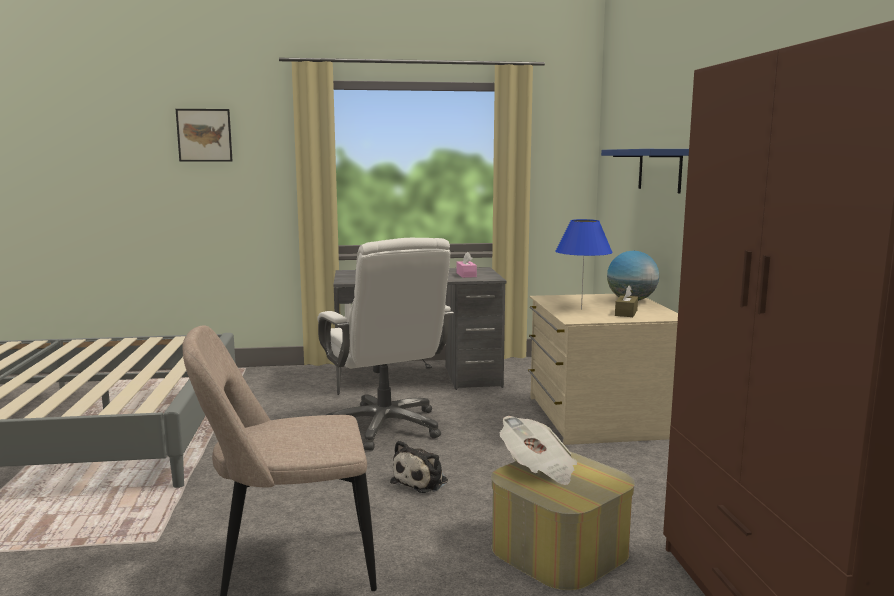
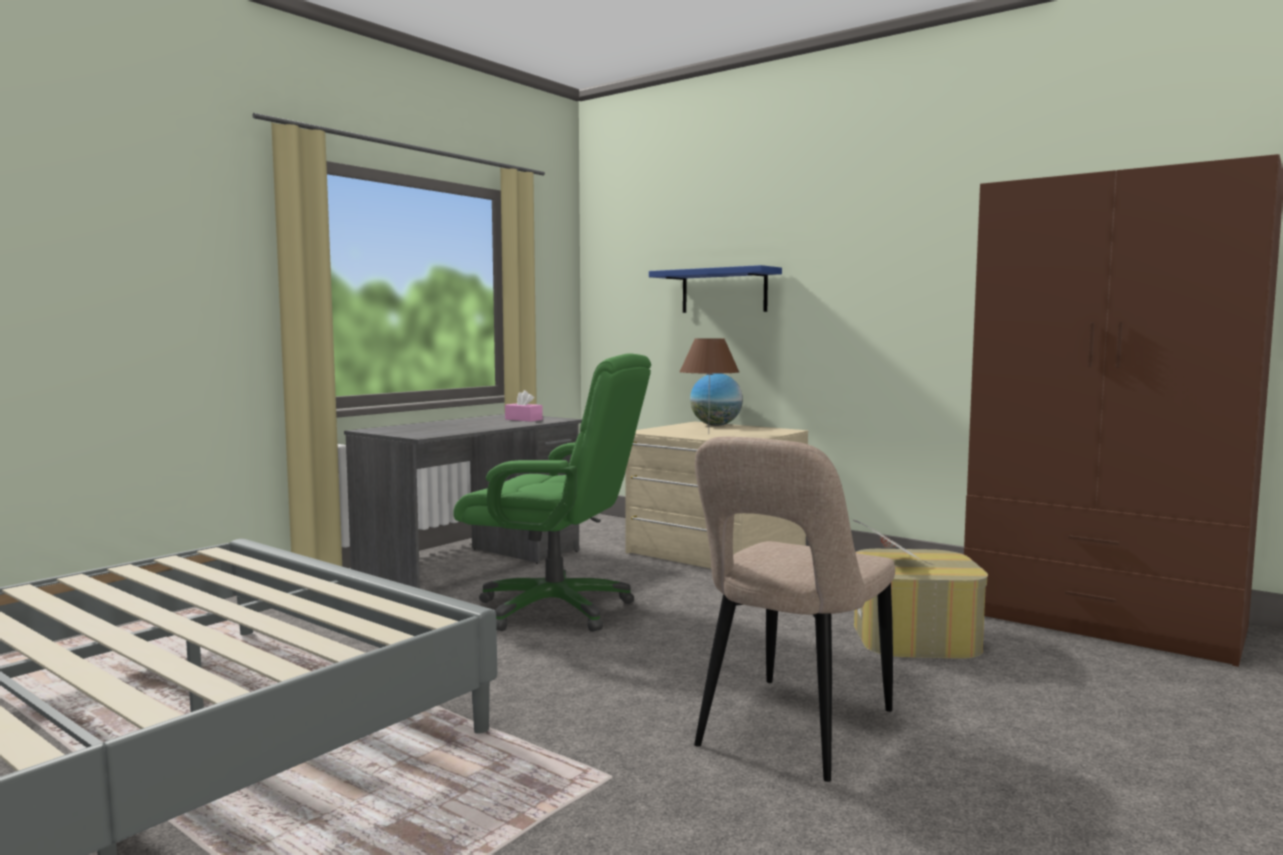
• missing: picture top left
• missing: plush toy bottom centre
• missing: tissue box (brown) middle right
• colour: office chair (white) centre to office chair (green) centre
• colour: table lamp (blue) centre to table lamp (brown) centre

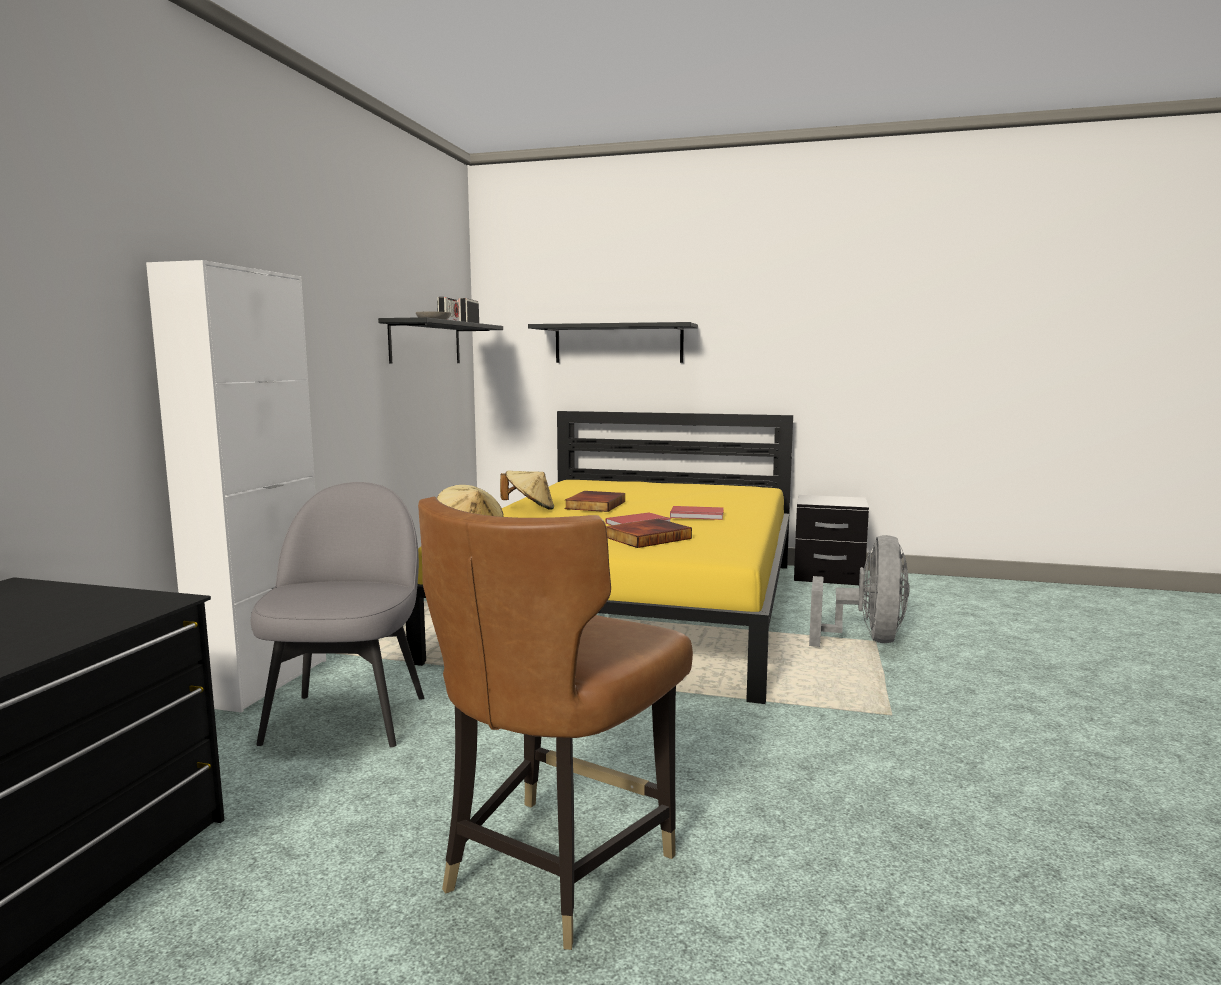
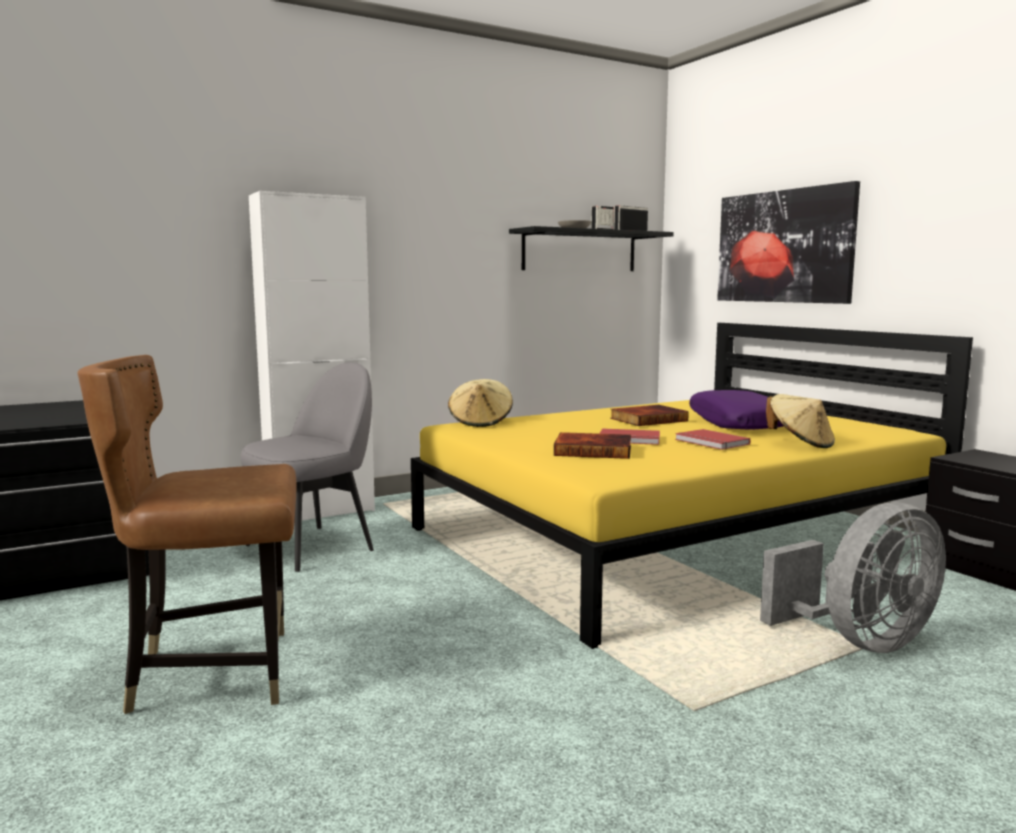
• appeared: pillow (purple) middle right
• relocated: hat (beige) (no. 2 from left) centre to middle right
• exchanged: shelf (black) (no. 2 from left) centre to picture top right

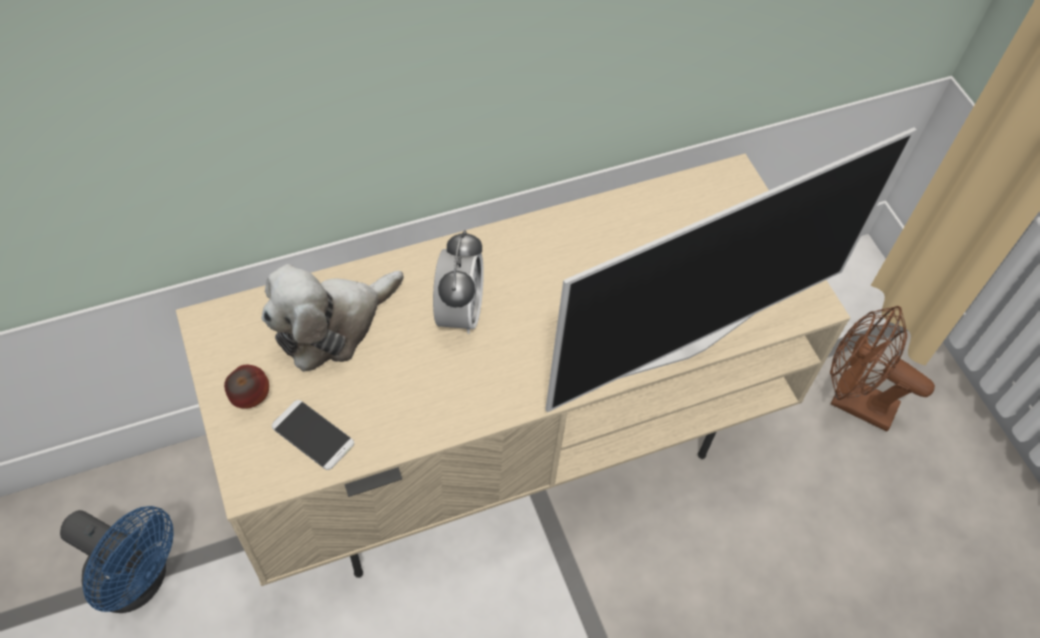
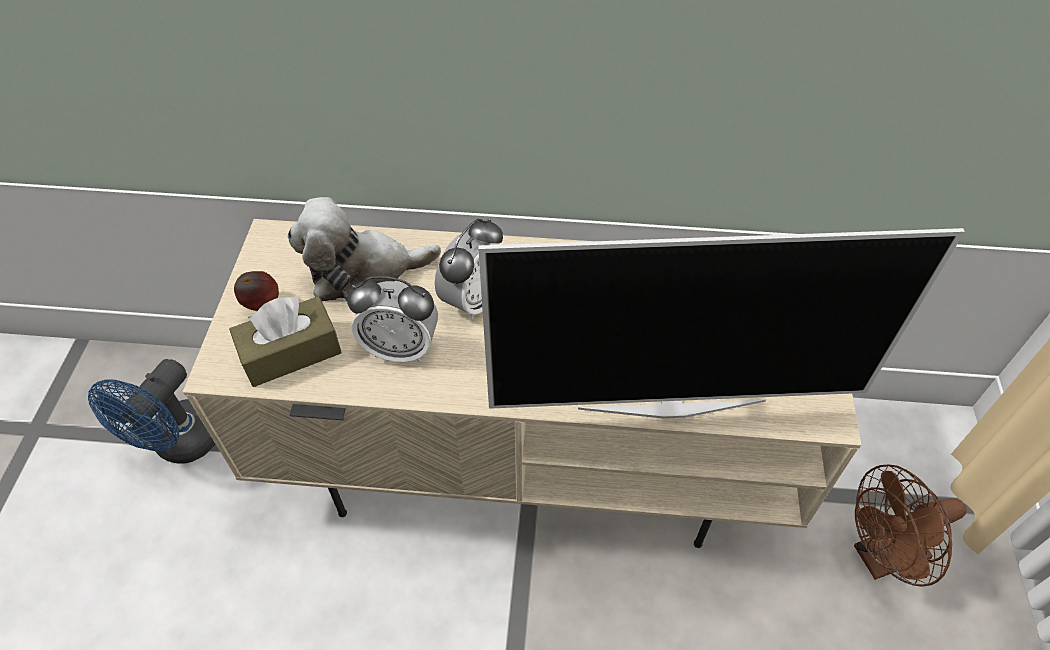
• appeared: alarm clock (no. 1 from left) centre
• exchanged: phone bottom left to tissue box (brown) middle left
• spun: fan (blue) bottom left = middle left 60 degrees clockwise
• spun: fan (brown) middle right = bottom right 75 degrees counterclockwise

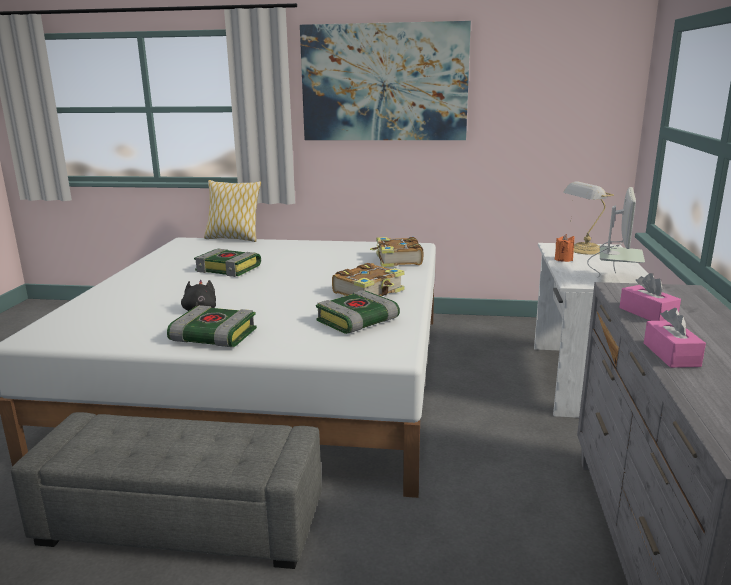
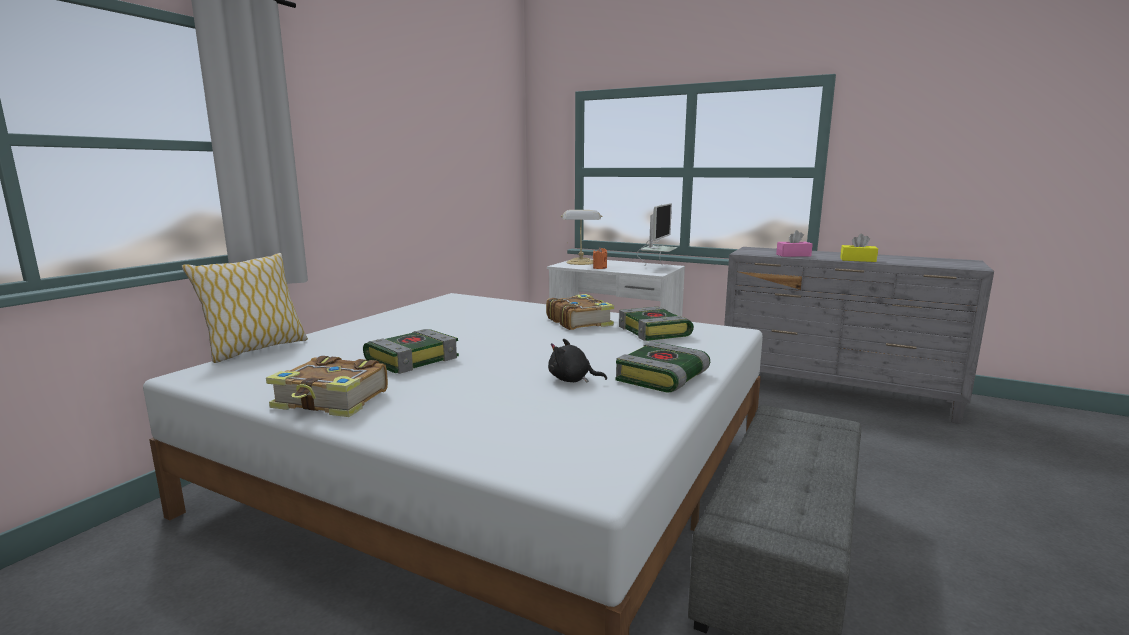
• missing: picture top centre
• relocated: book (no. 5 from left in the first image) centre to book (no. 1 from left) middle left
• colour: tissue box (pink) (no. 2 from left) middle right to tissue box (yellow) middle right
• spun: monitor middle right = centre 75 degrees clockwise

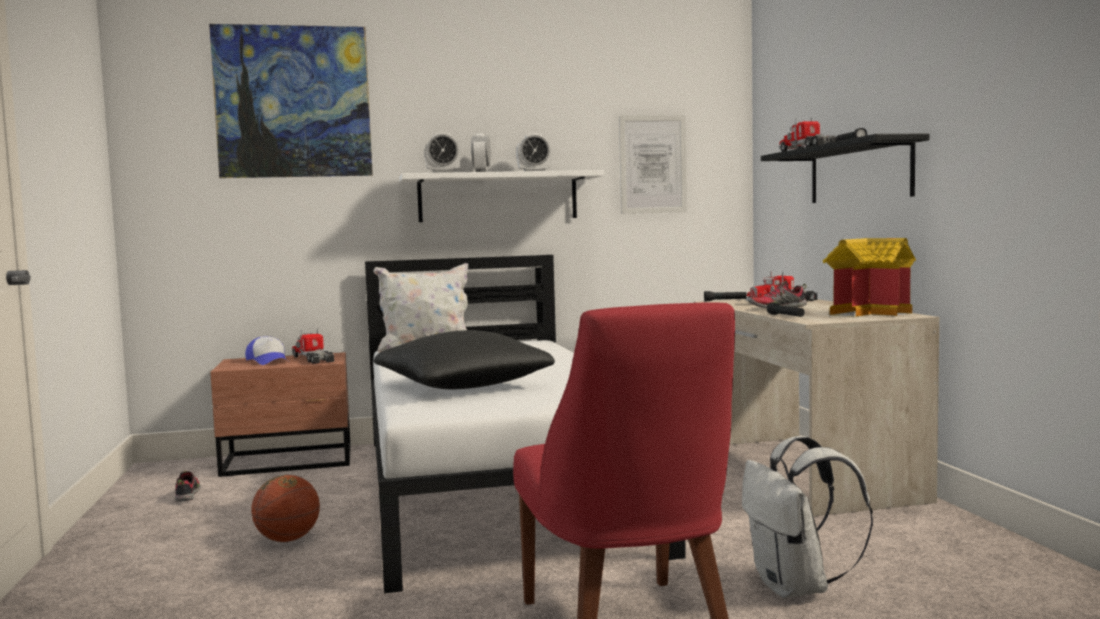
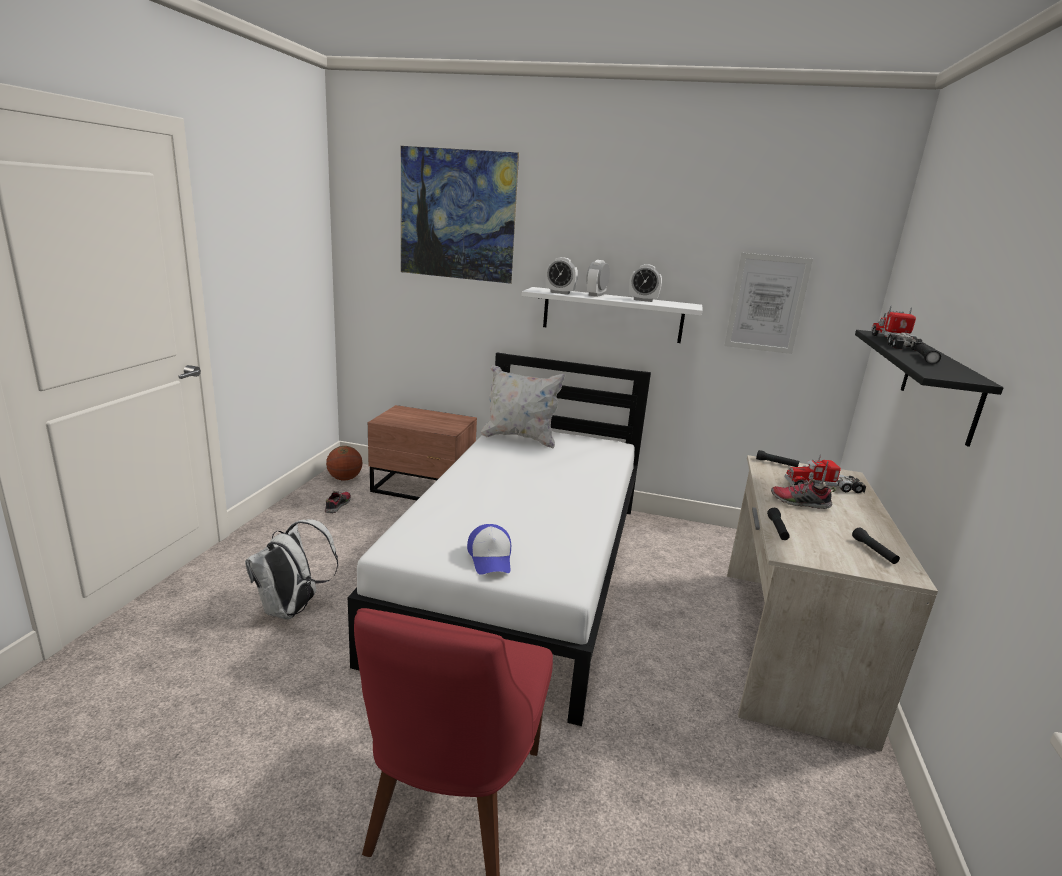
• missing: toy truck (no. 1 from left) middle left
• missing: pillow (black) centre
• relocated: cap middle left to centre
• relocated: basketball bottom left to middle left
• relocated: backpack (white) bottom right to middle left
• exchanged: toy house middle right to flashlight (black) (no. 3 from left) middle right

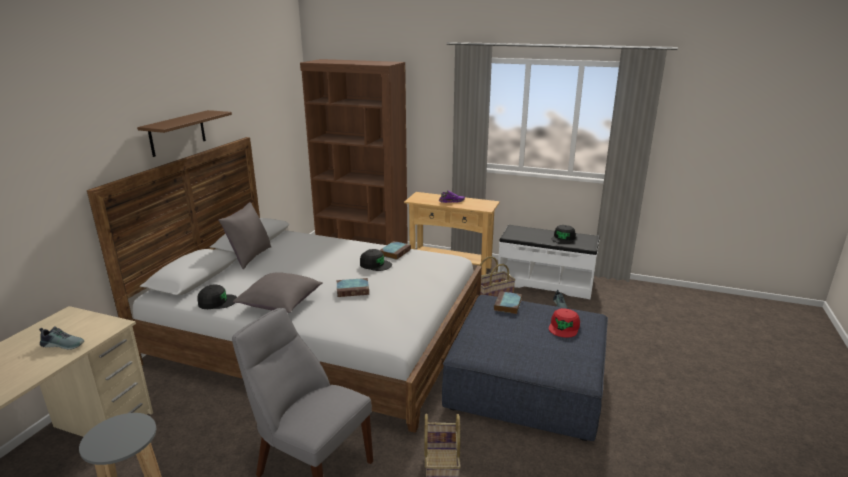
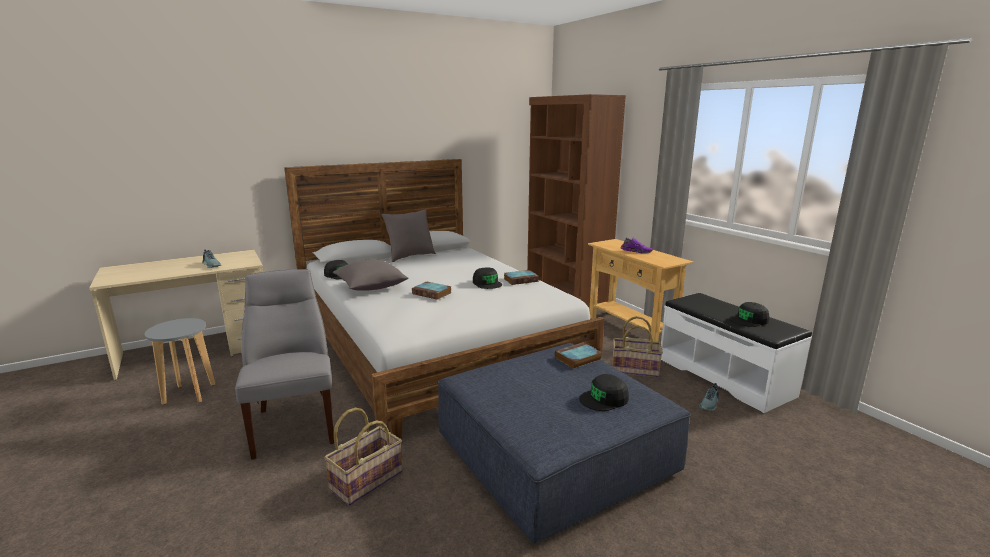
• missing: shelf (brown) top left
• colour: cap (red) bottom centre to cap (black) (no. 3 from left) bottom centre

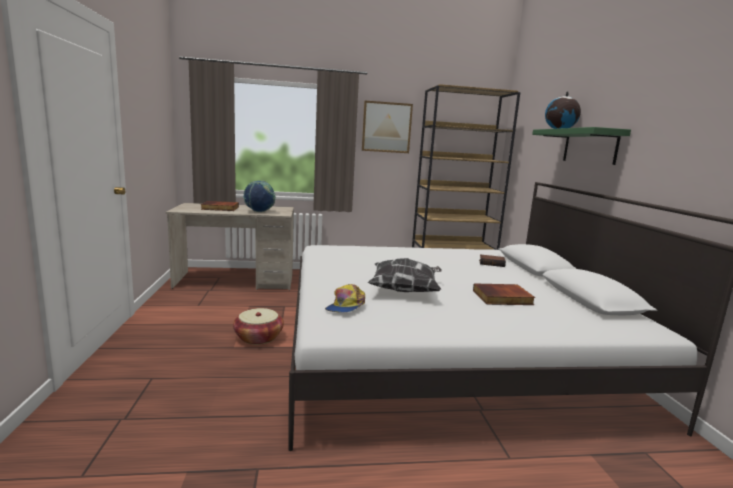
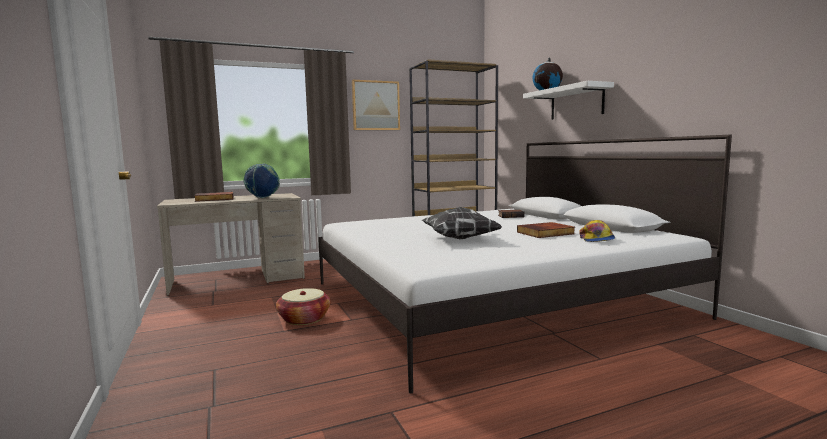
• relocated: cap centre to middle right
• colour: shelf (green) top right to shelf (white) top right

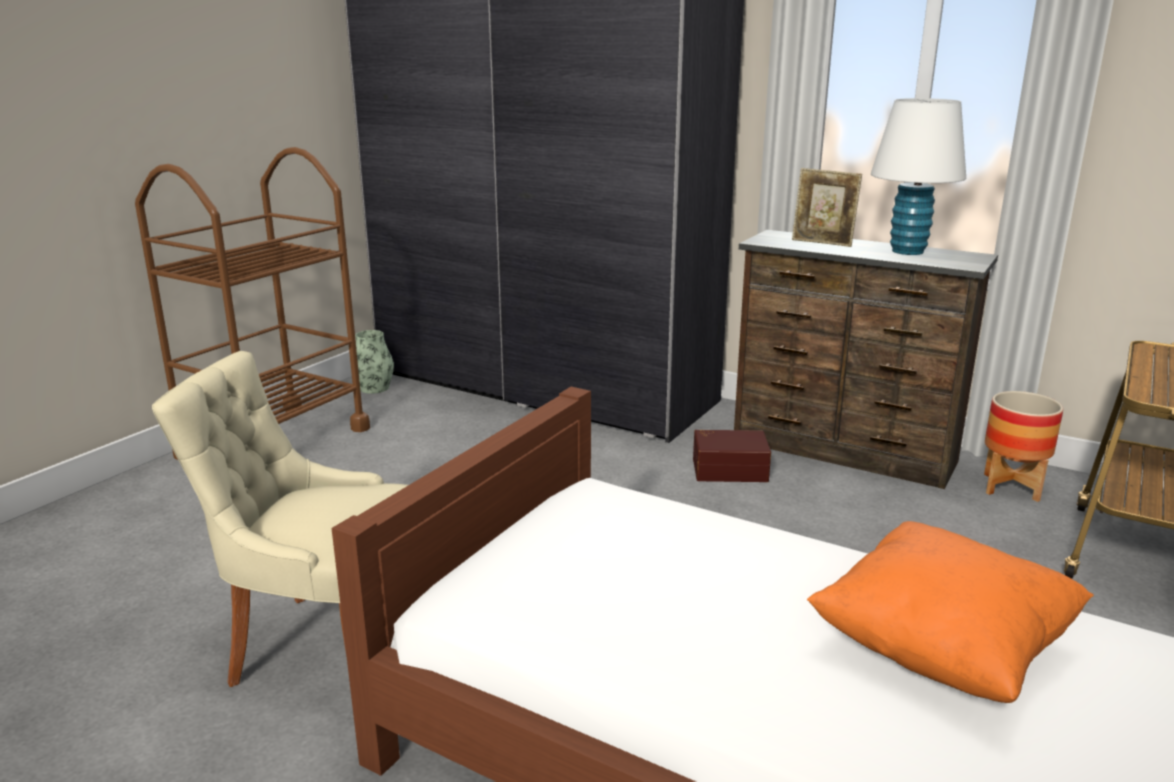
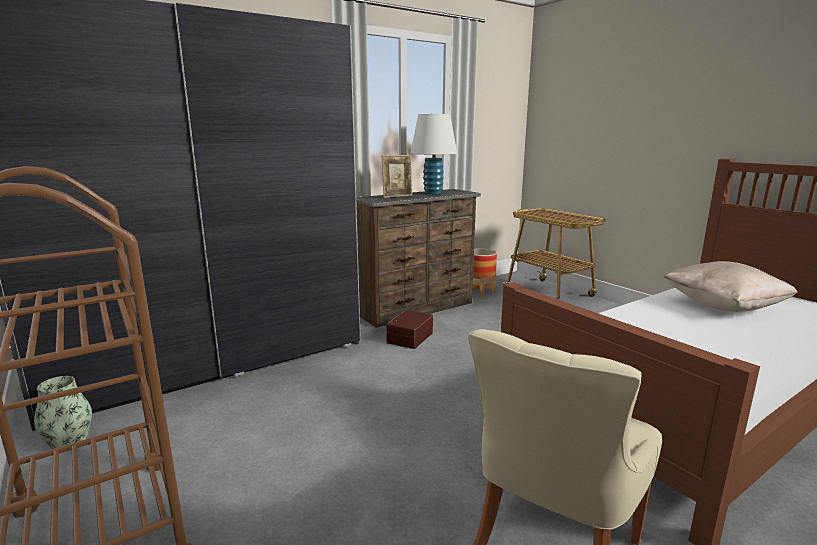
• colour: pillow (orange) bottom right to pillow (beige) middle right

